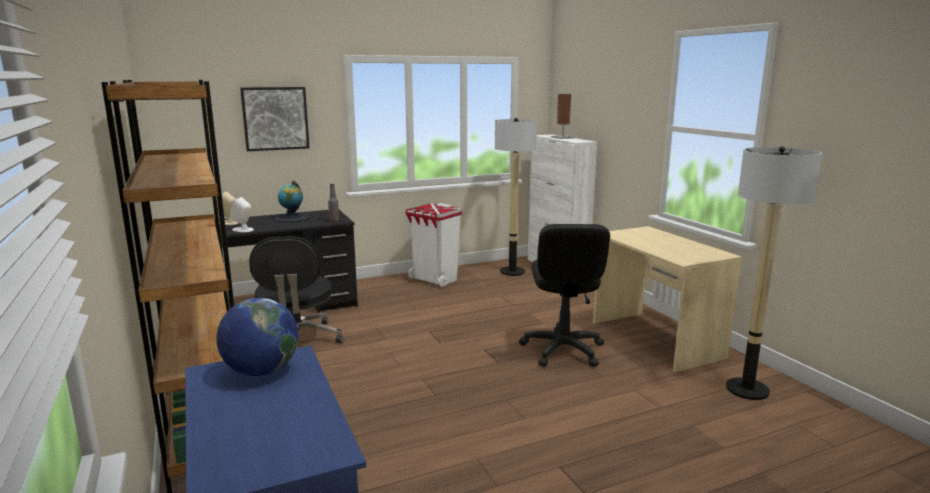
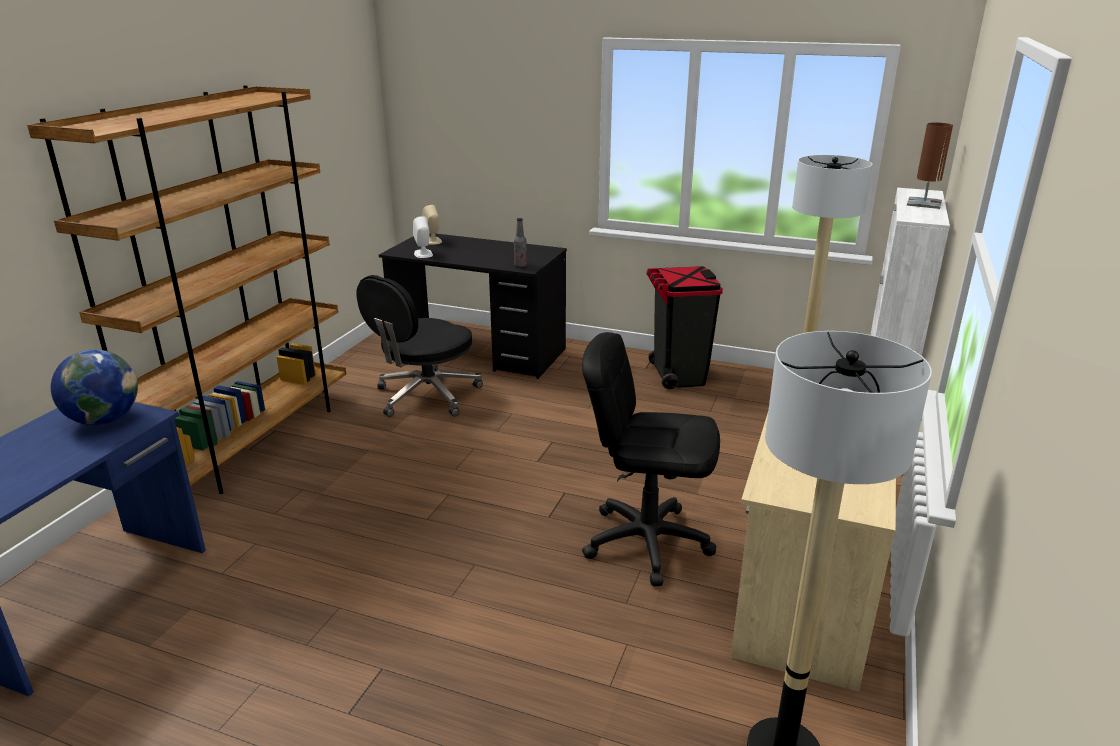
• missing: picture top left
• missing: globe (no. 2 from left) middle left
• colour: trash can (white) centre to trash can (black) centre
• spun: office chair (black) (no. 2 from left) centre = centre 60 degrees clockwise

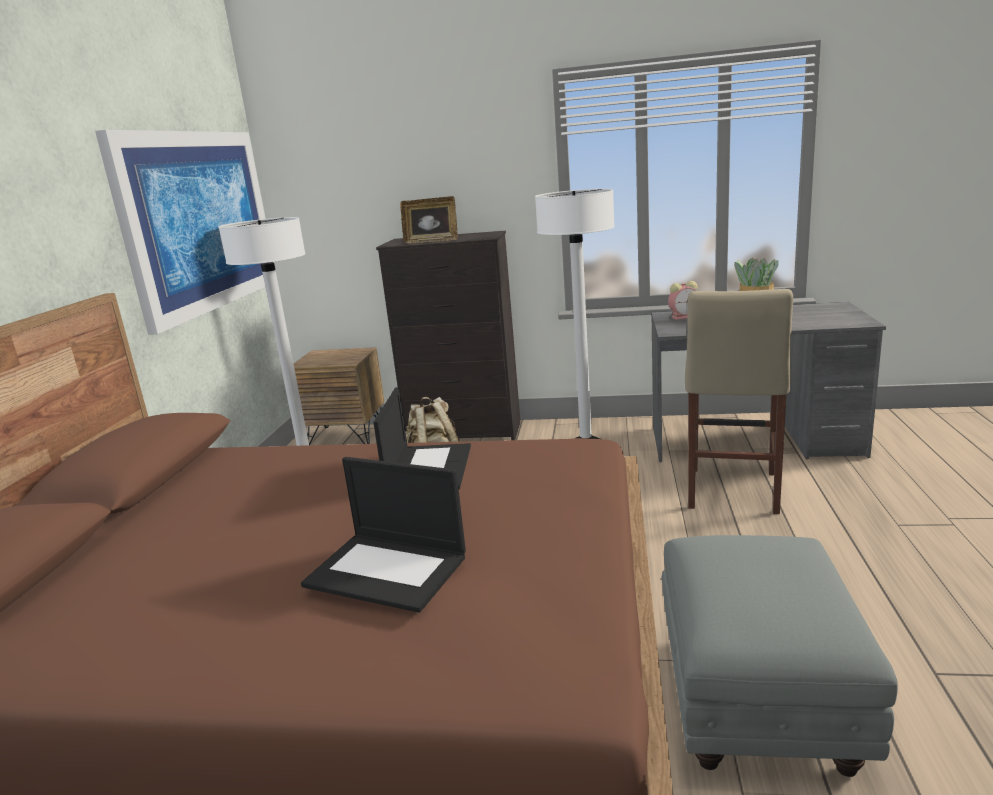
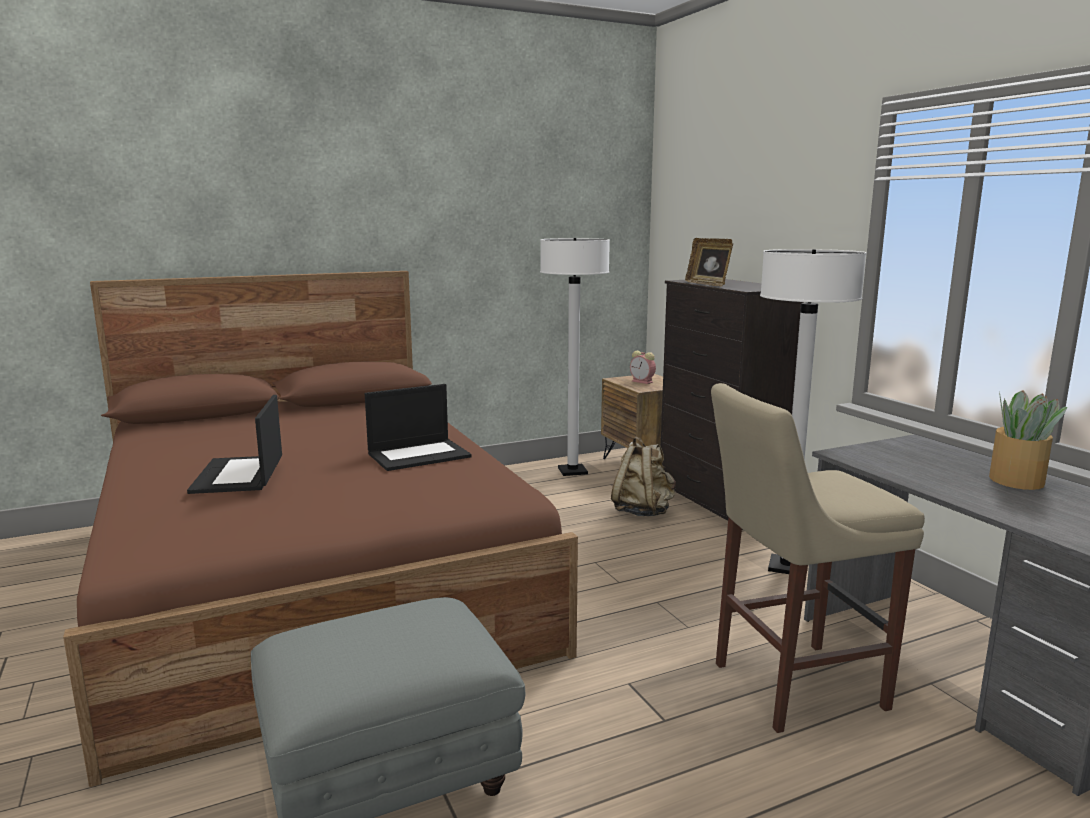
• missing: picture top left
• relocated: alarm clock middle right to centre

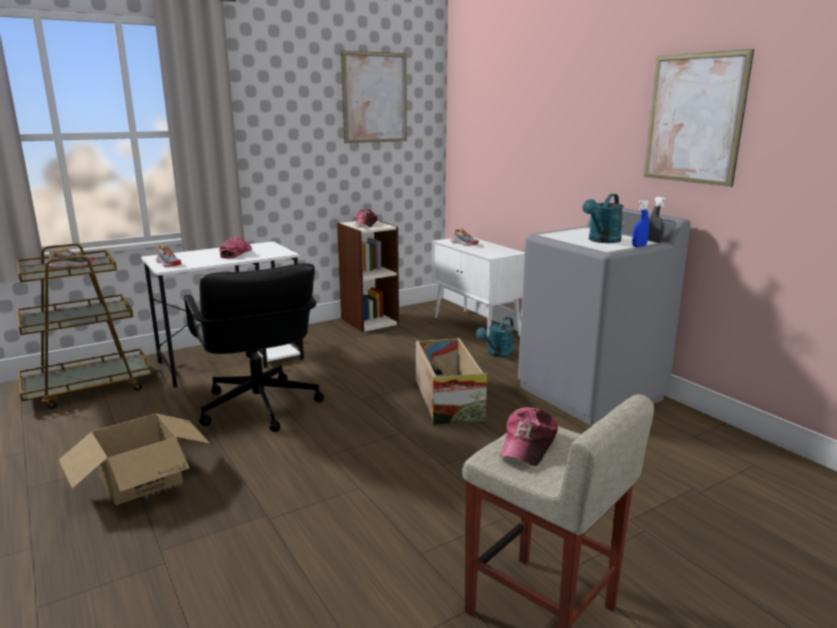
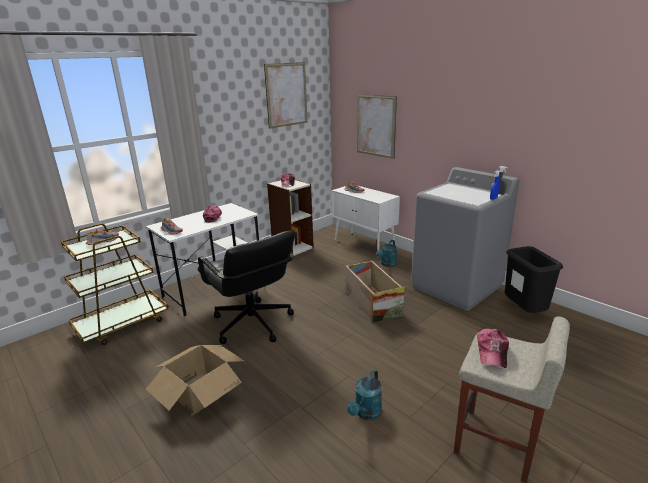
• appeared: trash can (black) middle right
• relocated: watering can (turquoise) (no. 2 from left in the first image) middle right to watering can (turquoise) (no. 1 from left) bottom centre
• relocated: picture (no. 2 from left) top right to top centre

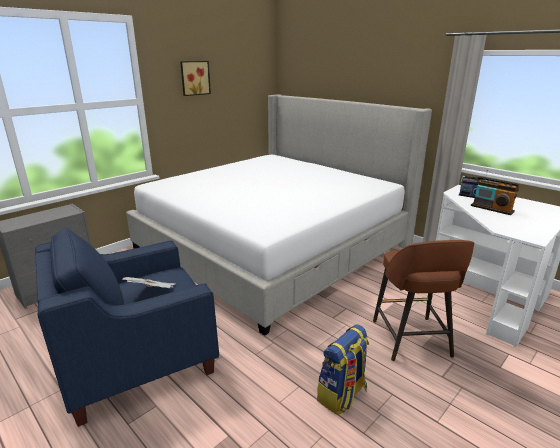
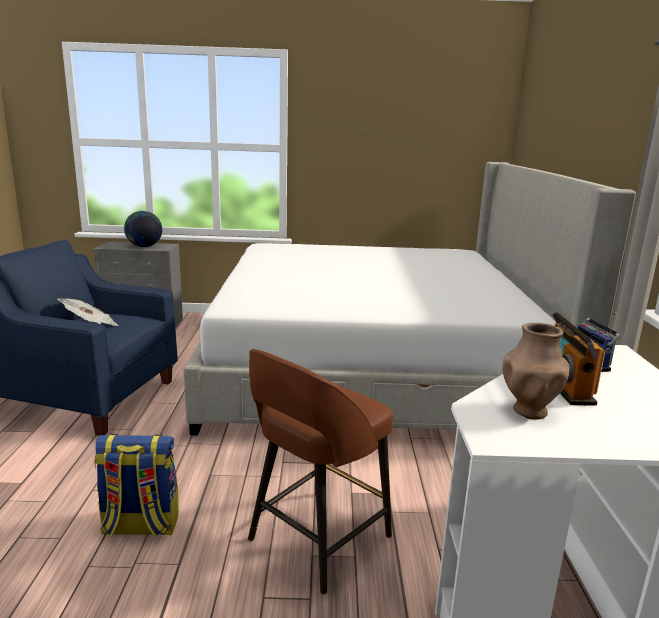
• missing: picture top centre
• appeared: globe middle left
• appeared: vase (brown) middle right

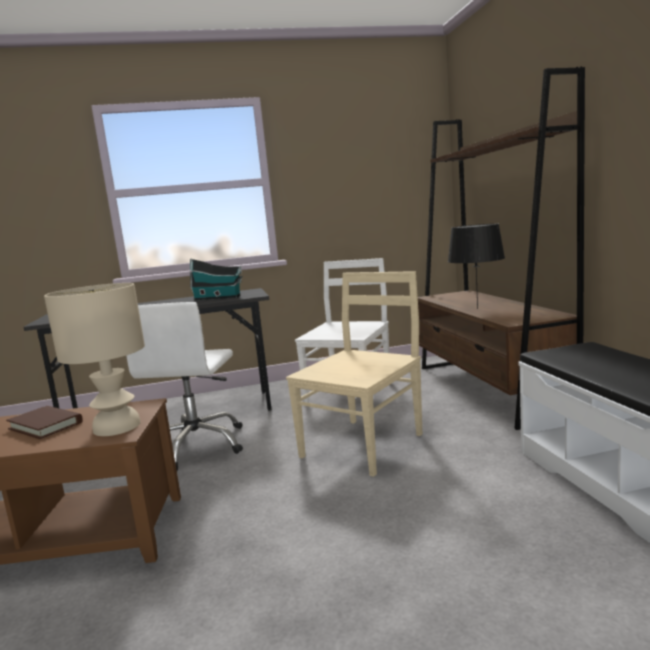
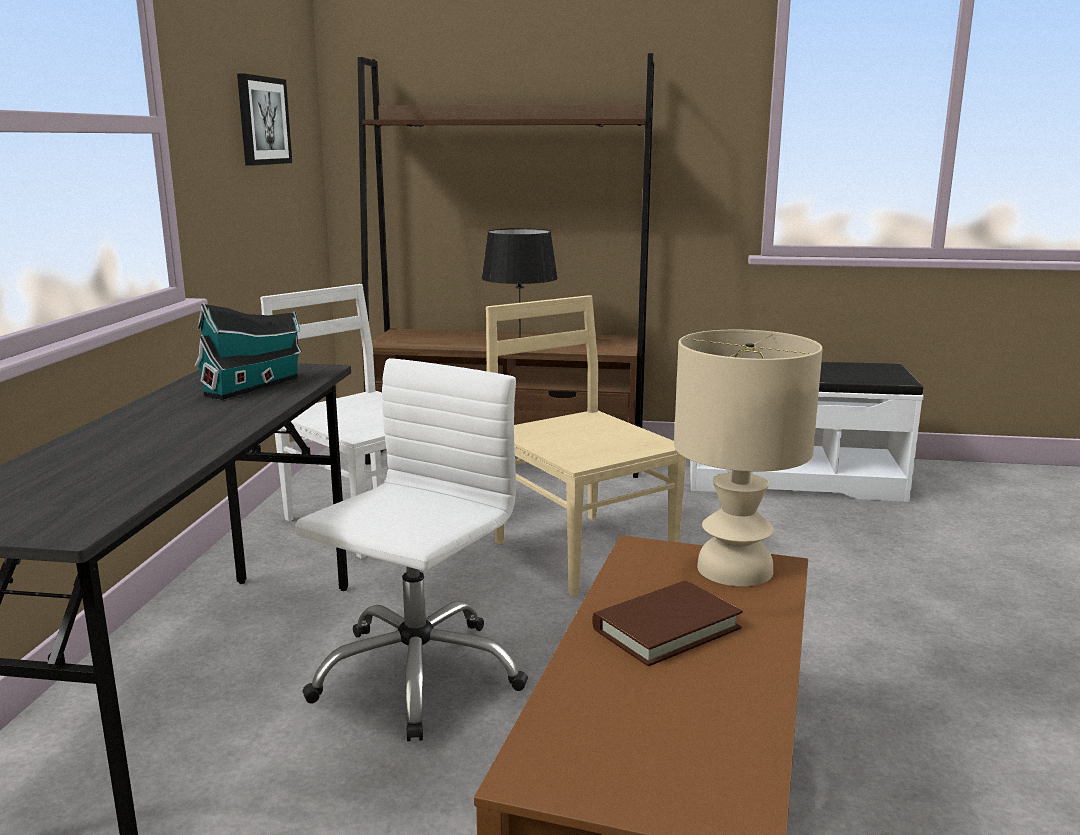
• appeared: picture top left
• spun: office chair (white) middle left = centre 90 degrees counterclockwise

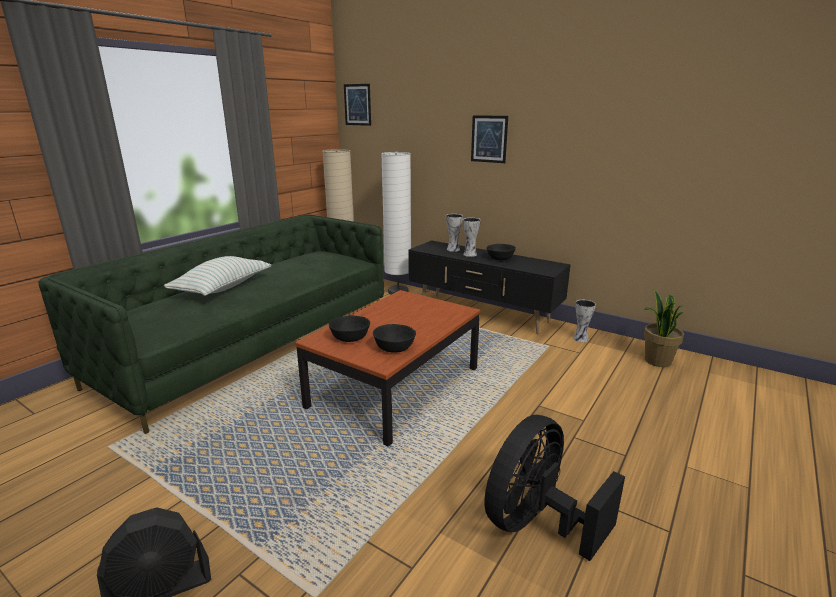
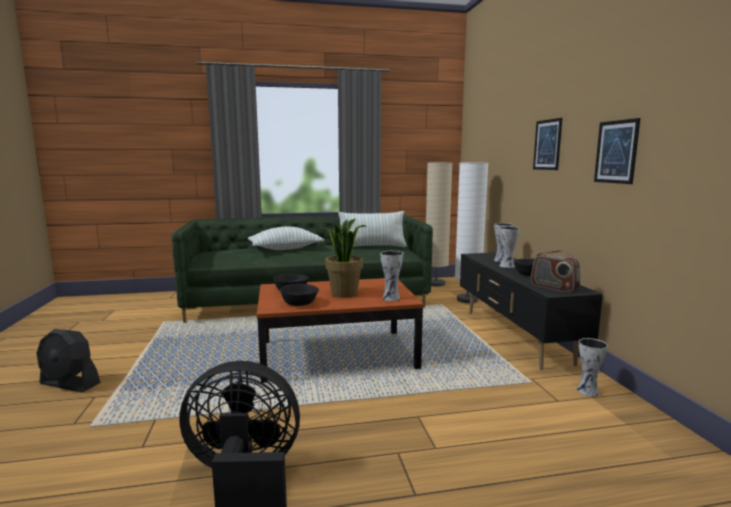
• appeared: pillow (no. 2 from left) centre
• appeared: vase (no. 1 from left) centre
• appeared: radio middle right
• relocated: picture (no. 1 from left in the first image) top centre to picture (no. 2 from left) top right
• relocated: potted plant middle right to centre

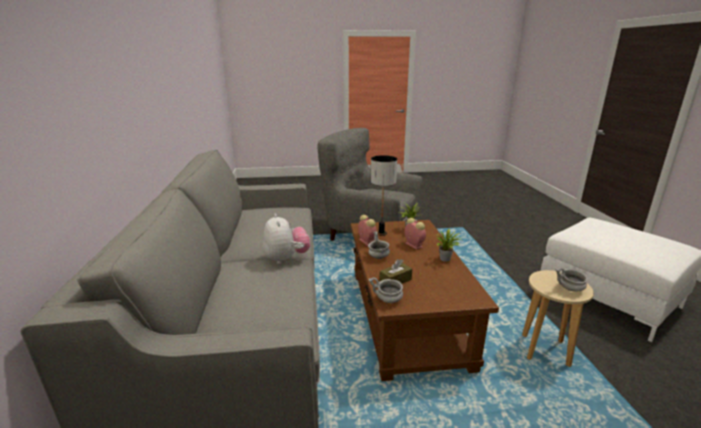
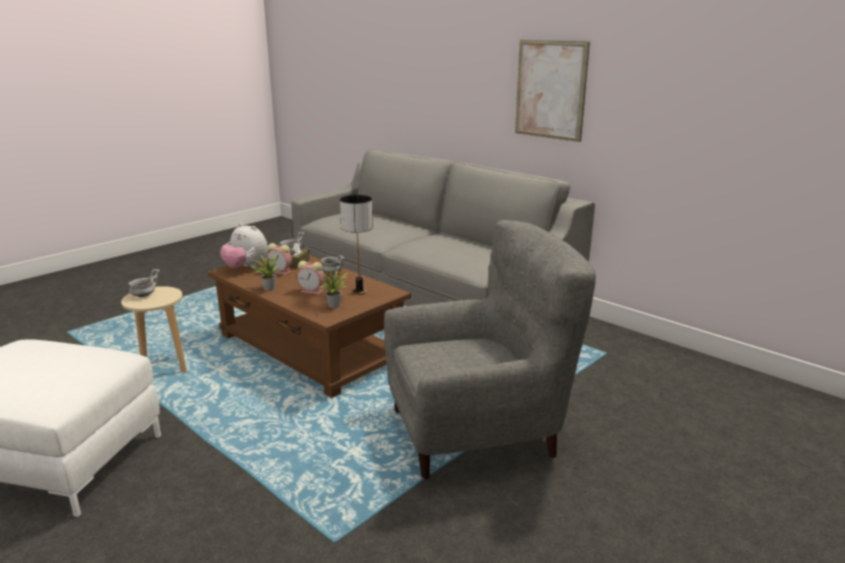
• appeared: picture top centre
• relocated: plush toy centre to middle left
• relocated: alarm clock (no. 1 from left) centre to middle left

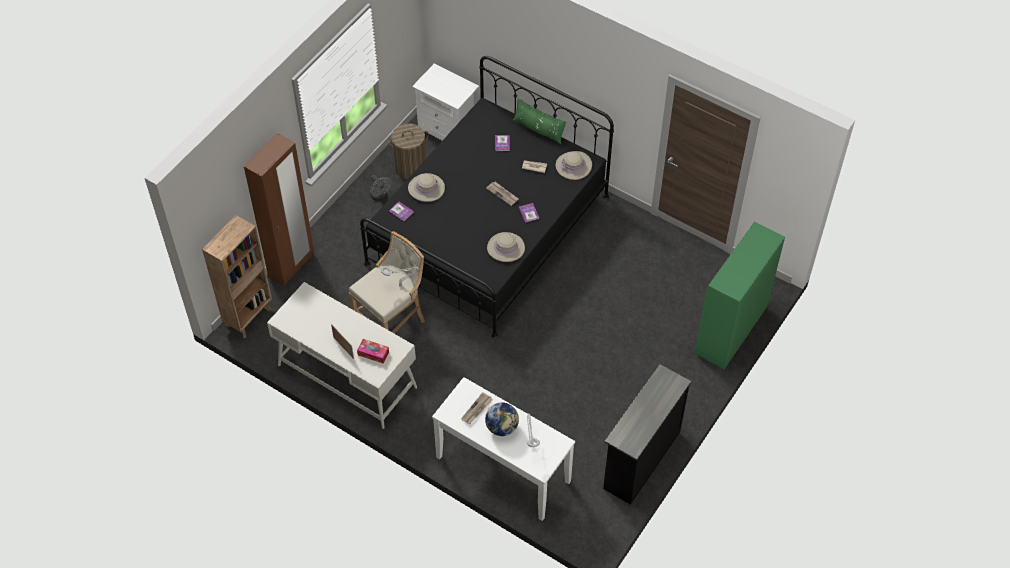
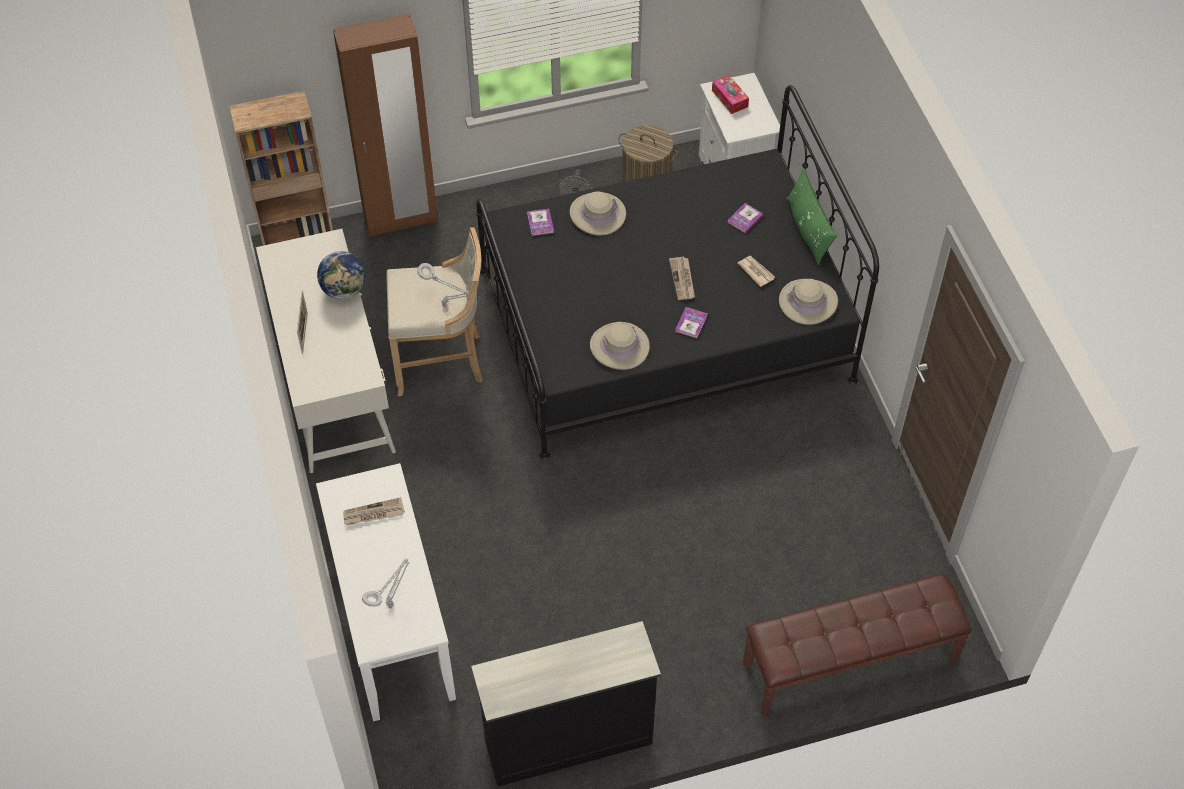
• relocated: tissue box centre to top centre
• relocated: globe bottom centre to middle left
• exchanged: cabinet (green) middle right to bench (brown) bottom right

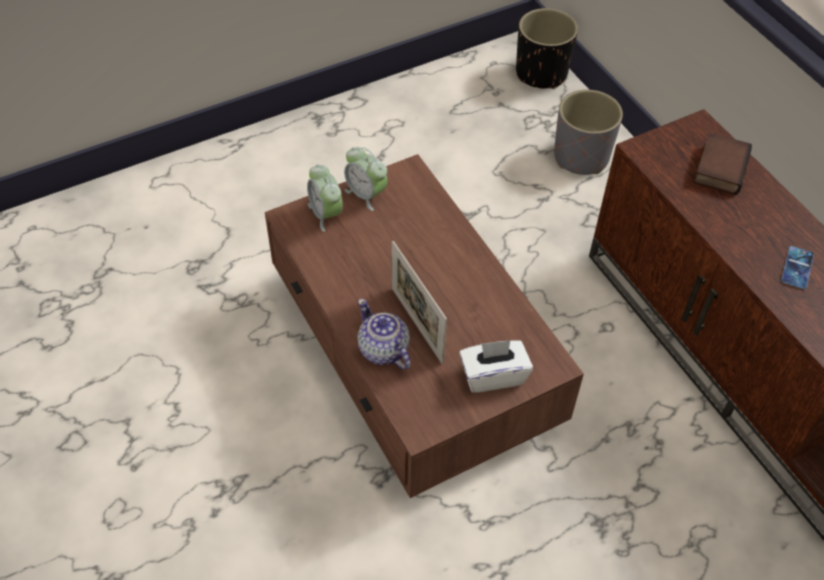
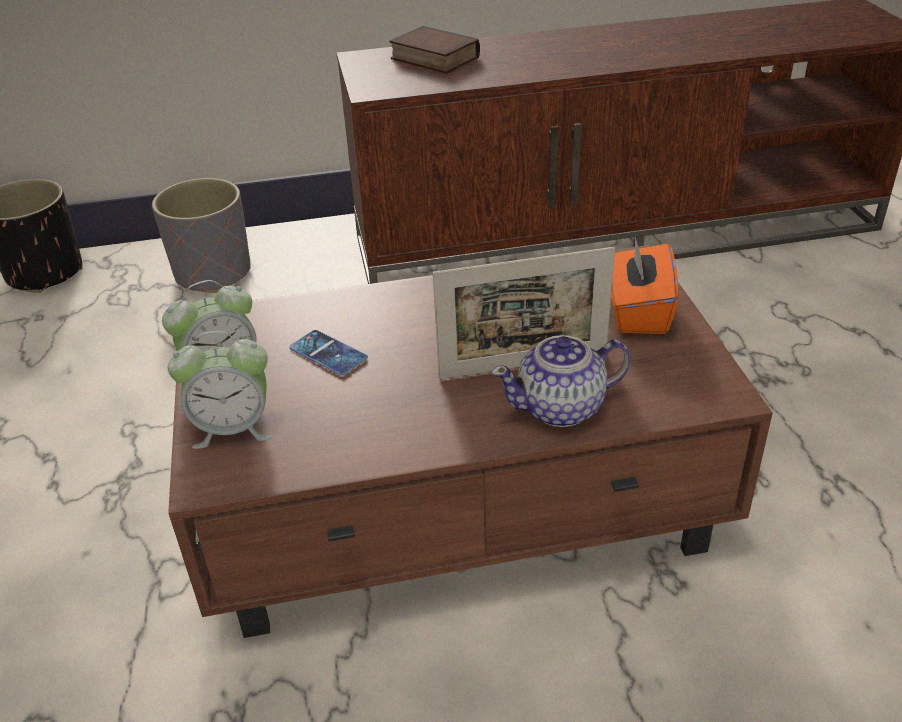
• relocated: phone middle right to centre
• colour: tissue box (white) centre to tissue box (orange) middle right

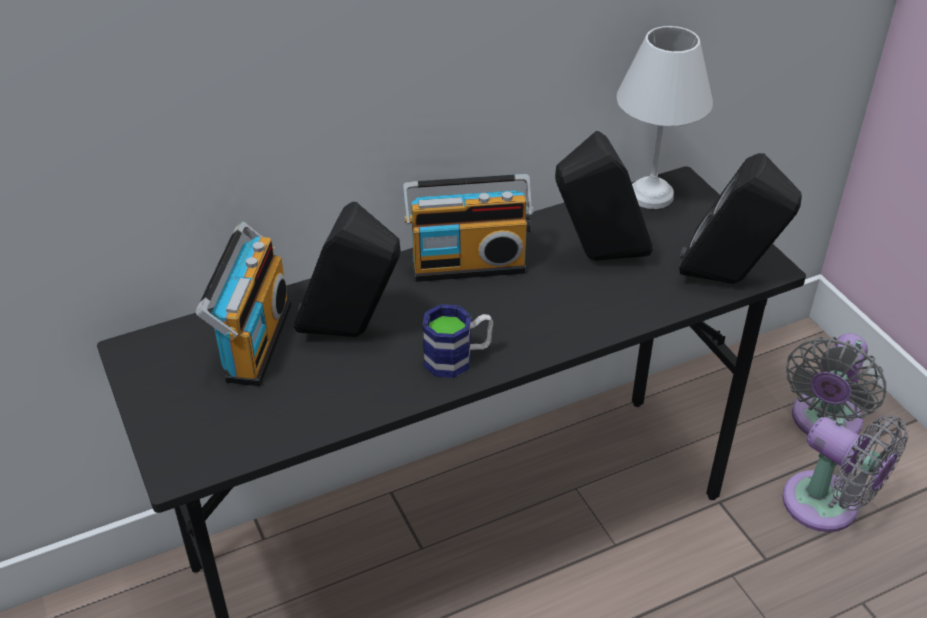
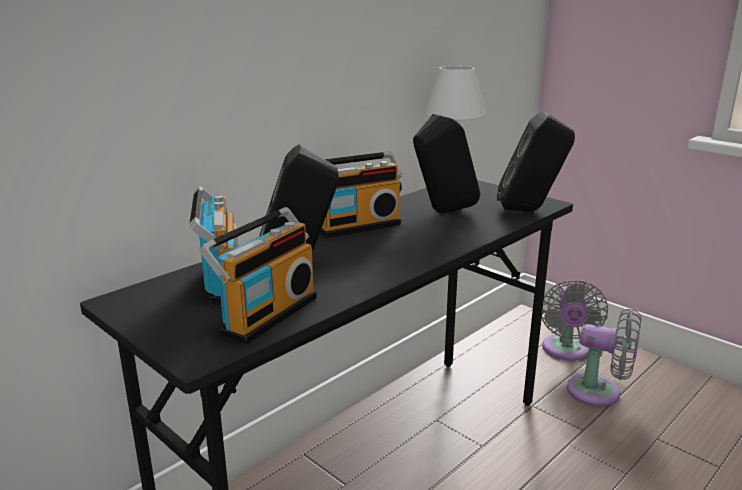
• missing: mug centre
• appeared: radio (no. 2 from left) centre

